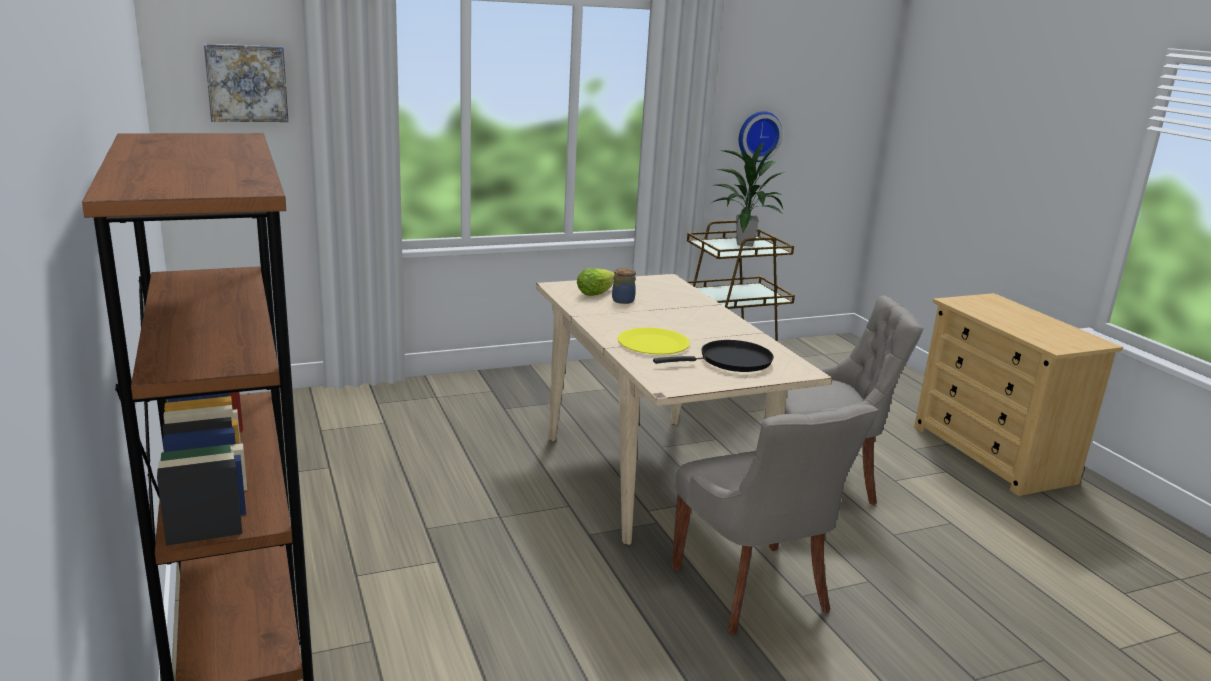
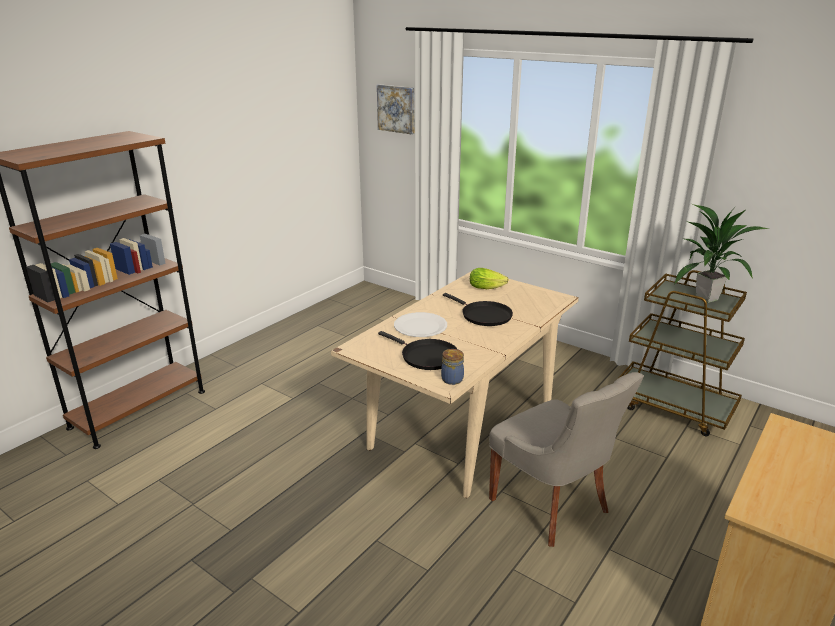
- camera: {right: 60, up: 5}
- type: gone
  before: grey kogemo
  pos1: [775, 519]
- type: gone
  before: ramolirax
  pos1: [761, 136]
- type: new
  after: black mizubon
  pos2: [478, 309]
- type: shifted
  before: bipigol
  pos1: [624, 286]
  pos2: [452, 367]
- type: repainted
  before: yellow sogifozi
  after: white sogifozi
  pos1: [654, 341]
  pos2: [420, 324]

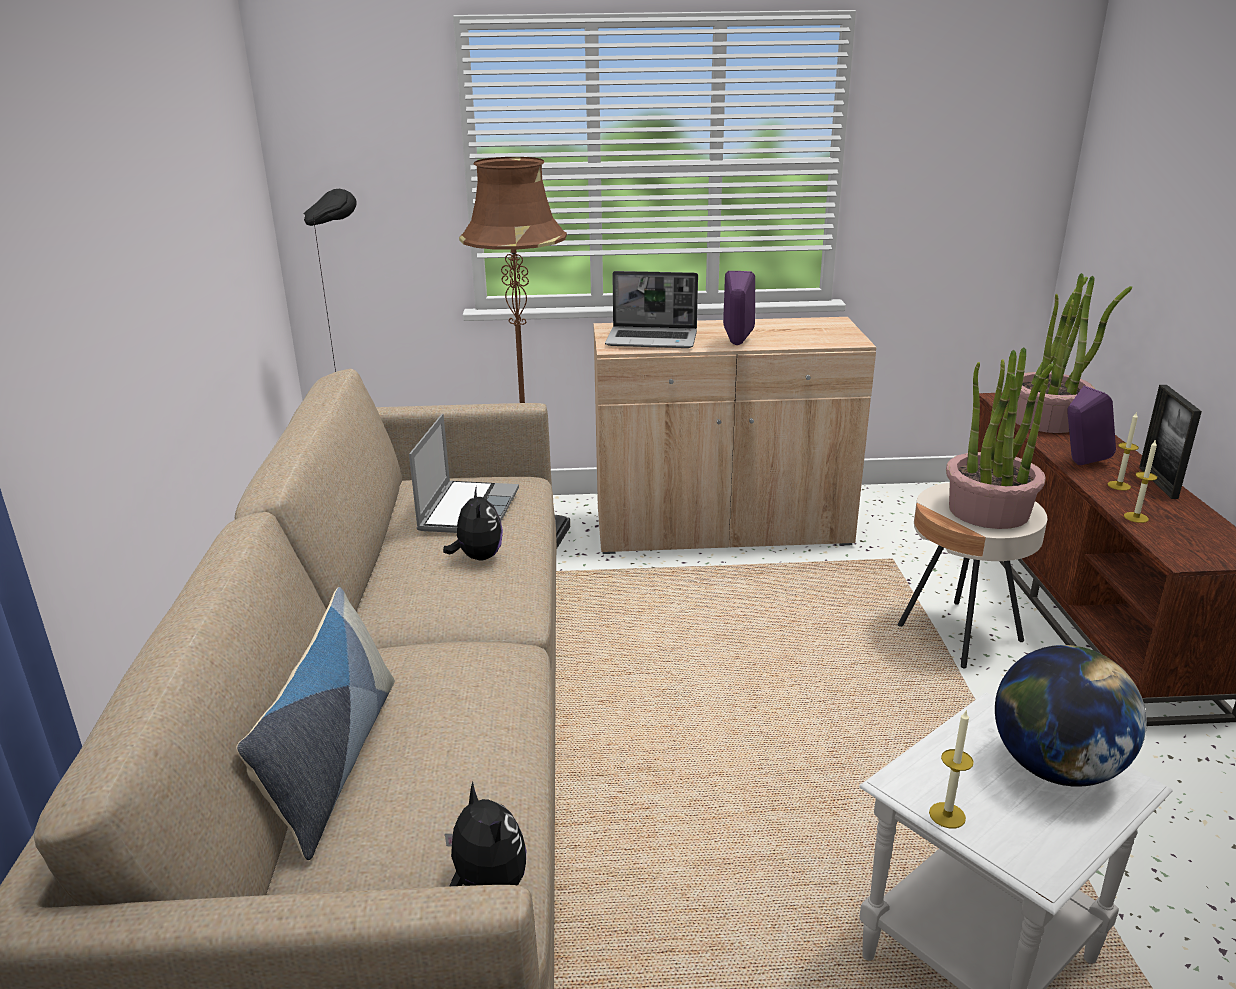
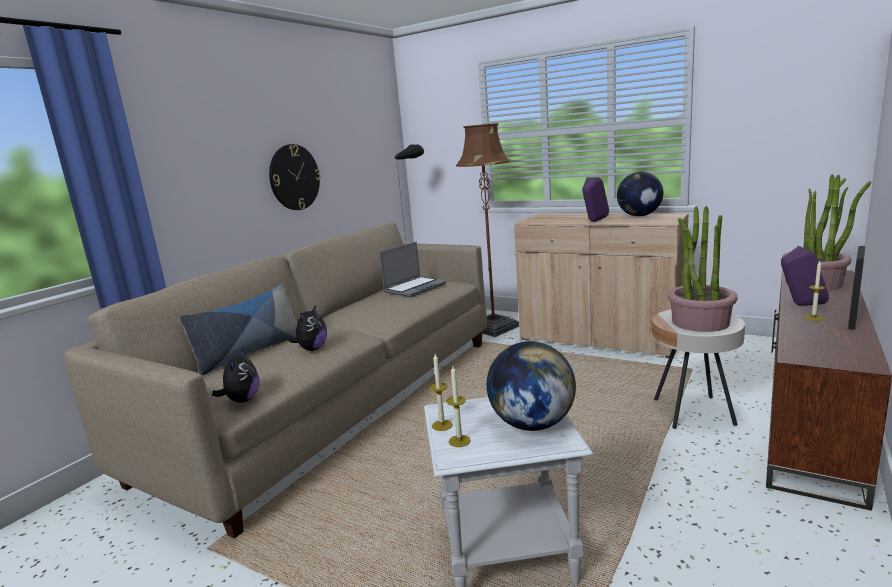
- camera: {right: 35, up: -10}
- type: gone
  before: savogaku
  pos1: [651, 309]
- type: new
  after: ramolirax
  pos2: [295, 177]
- type: new
  after: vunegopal
  pos2: [640, 194]
- type: shifted
  before: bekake
  pos1: [473, 523]
  pos2: [308, 328]
- type: shifted
  before: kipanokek
  pos1: [1140, 481]
  pos2: [458, 406]

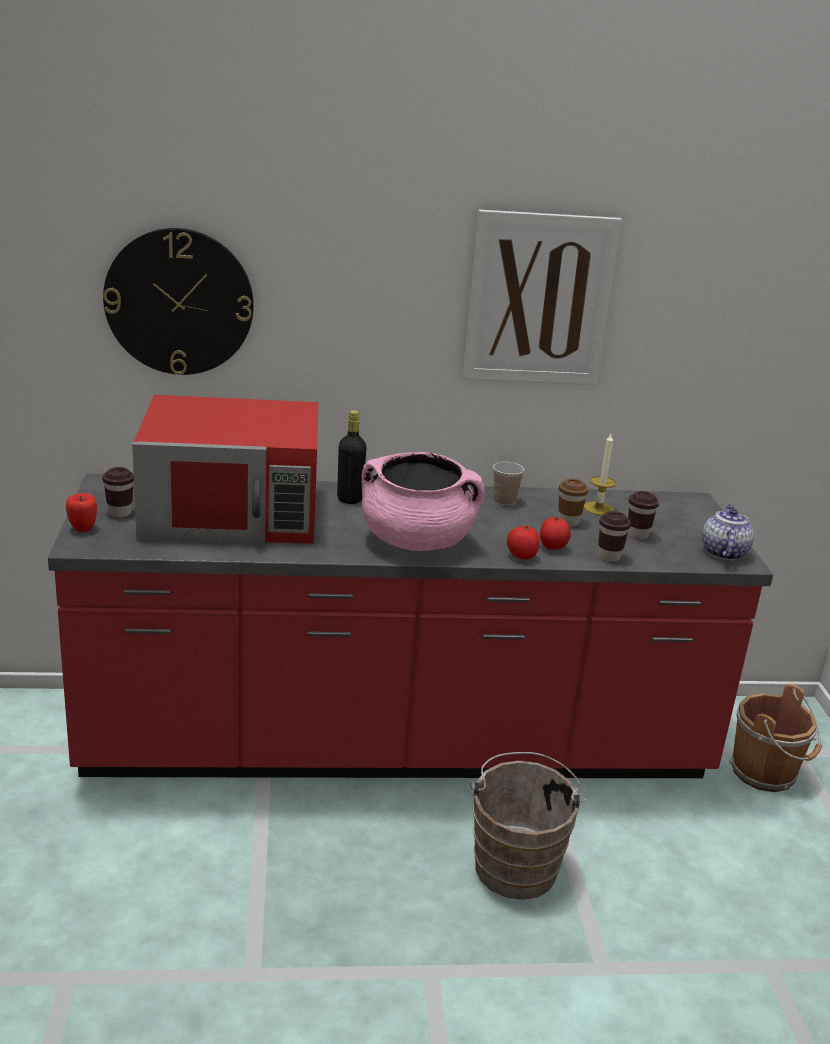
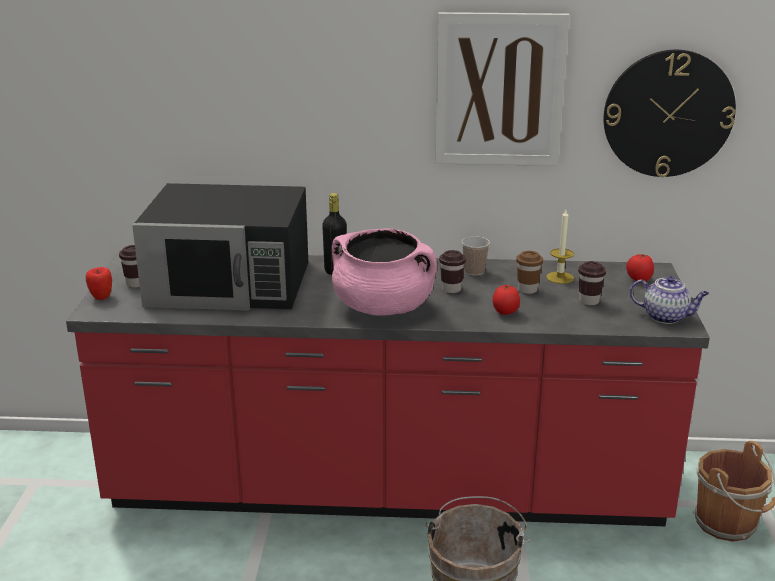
- camera: {right: 10, up: 0}
- type: shifted
  before: ramolirax
  pos1: [178, 301]
  pos2: [670, 113]
- type: shifted
  before: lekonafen
  pos1: [523, 542]
  pos2: [640, 268]
- type: shifted
  before: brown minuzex
  pos1: [614, 536]
  pos2: [452, 271]
- type: repainted
  before: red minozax
  after: black minozax
  pos1: [225, 470]
  pos2: [220, 247]
- type: rotated
  before: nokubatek
  pos1: [728, 532]
  pos2: [669, 300]
  turn: 90

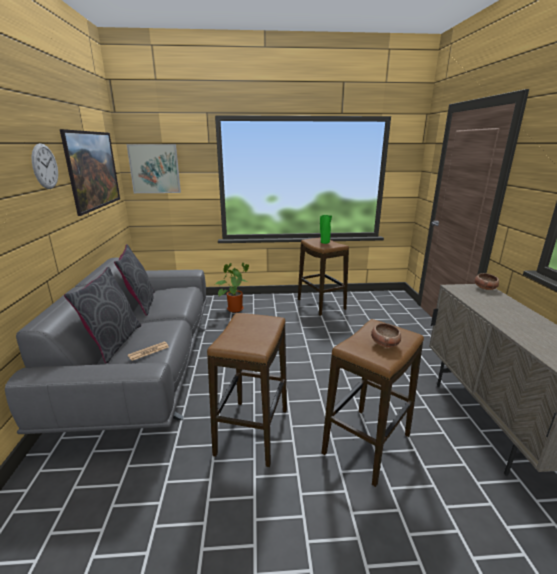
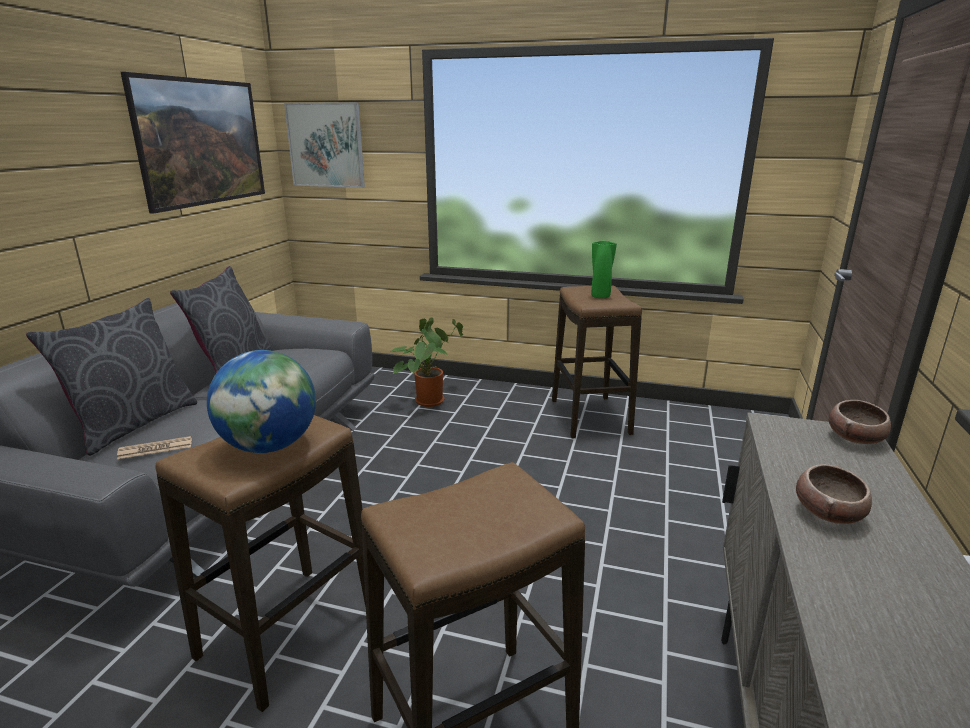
- camera: {right: 20, up: 0}
- type: gone
  before: ramolirax
  pos1: [45, 166]
- type: new
  after: vunegopal
  pos2: [261, 401]
- type: shifted
  before: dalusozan
  pos1: [386, 335]
  pos2: [834, 494]

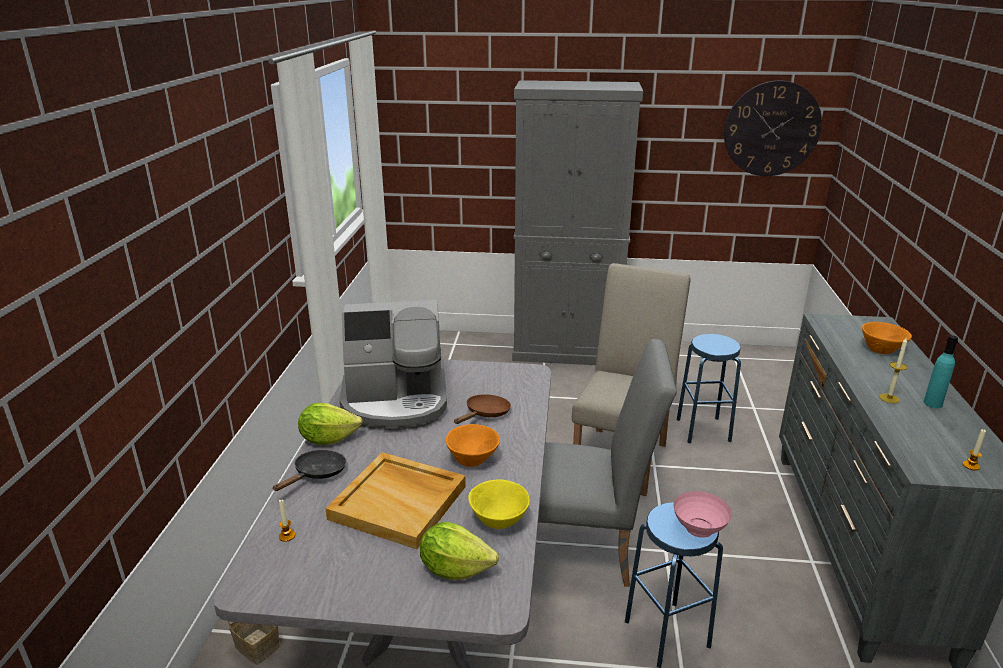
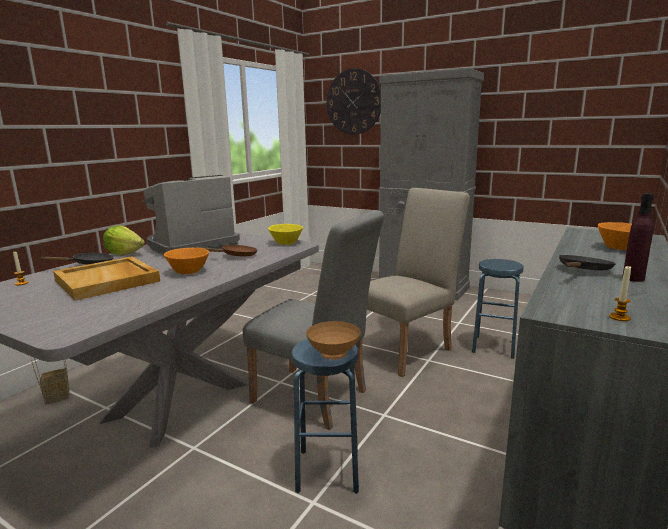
- camera: {right: 25, up: -10}
- type: gone
  before: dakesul
  pos1: [459, 551]
- type: shifted
  before: yellow dalusozan
  pos1: [499, 504]
  pos2: [285, 234]
- type: shifted
  before: ramolirax
  pos1: [773, 128]
  pos2: [354, 101]
- type: swapped
  before: kipanokek
  after: black mizubon
  pos1: [893, 370]
  pos2: [587, 262]
- type: repainted
  before: pink dalusozan
  after: brown dalusozan
  pos1: [702, 514]
  pos2: [333, 340]
- type: repainted
  before: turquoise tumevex
  after: purple tumevex
  pos1: [941, 371]
  pos2: [638, 237]
- type: rotated
  before: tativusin
  pos1: [393, 365]
  pos2: [191, 215]
  turn: 120

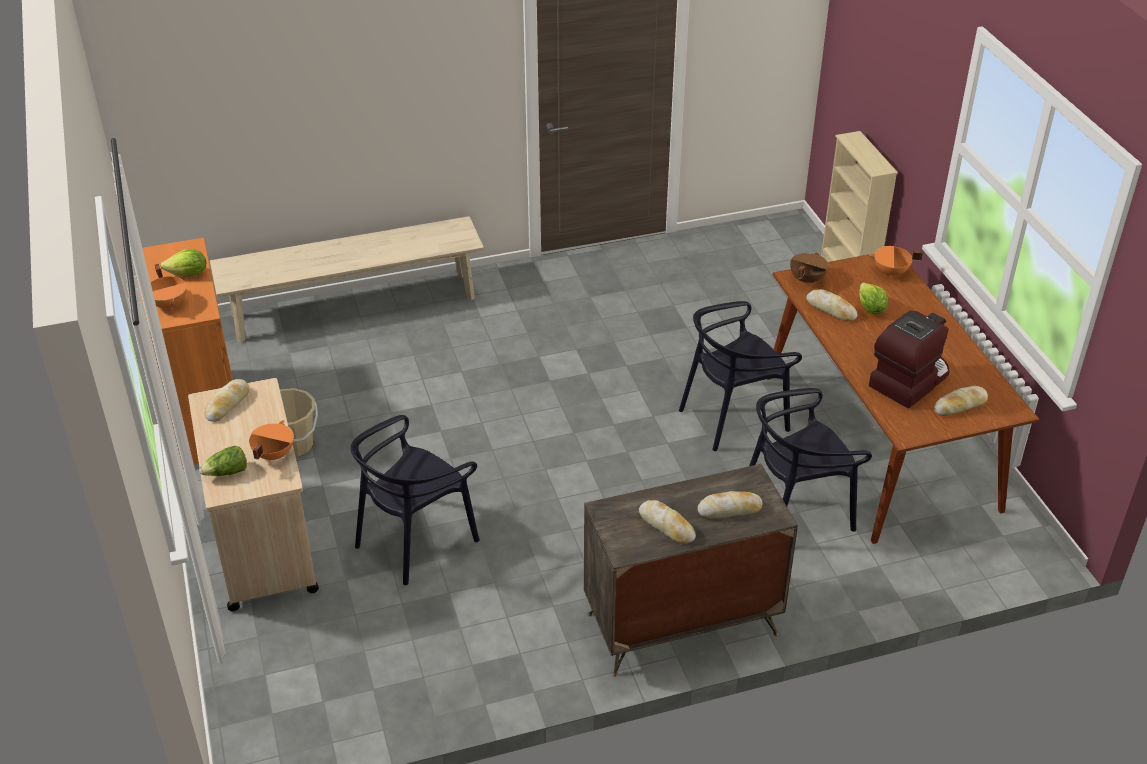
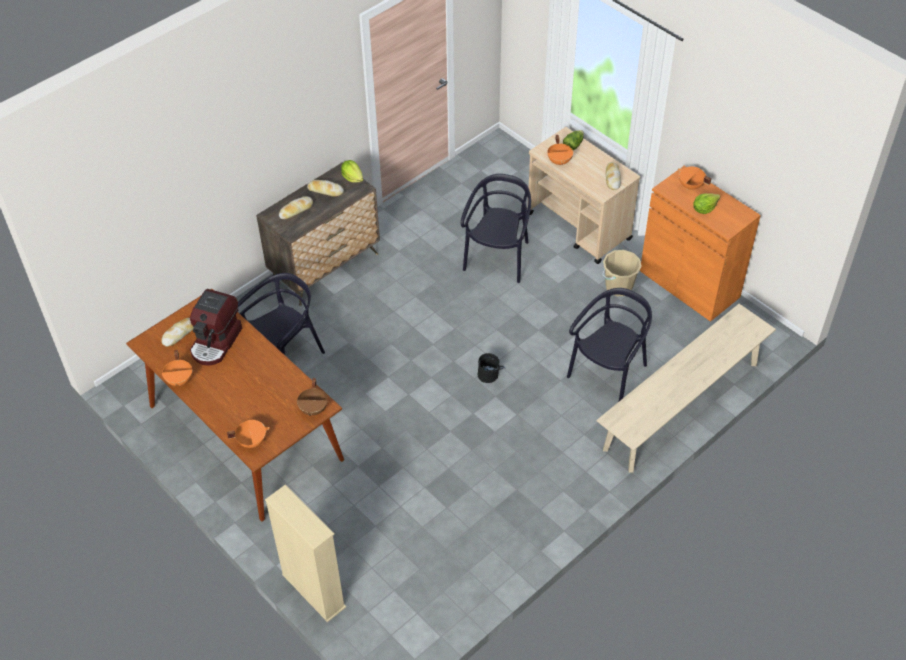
- camera: {right: 155, up: 10}
- type: gone
  before: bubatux
  pos1: [831, 305]
- type: new
  after: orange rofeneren
  pos2: [177, 368]
- type: new
  after: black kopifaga
  pos2: [492, 368]
- type: shifted
  before: black kogemo
  pos1: [740, 376]
  pos2: [609, 344]
- type: shifted
  before: dakesul
  pos1: [873, 298]
  pos2: [352, 171]

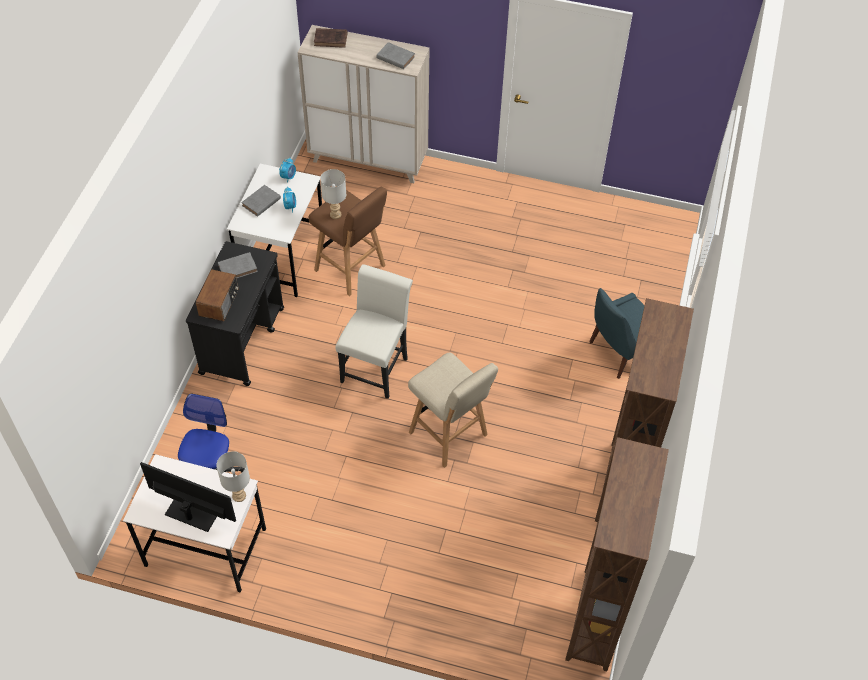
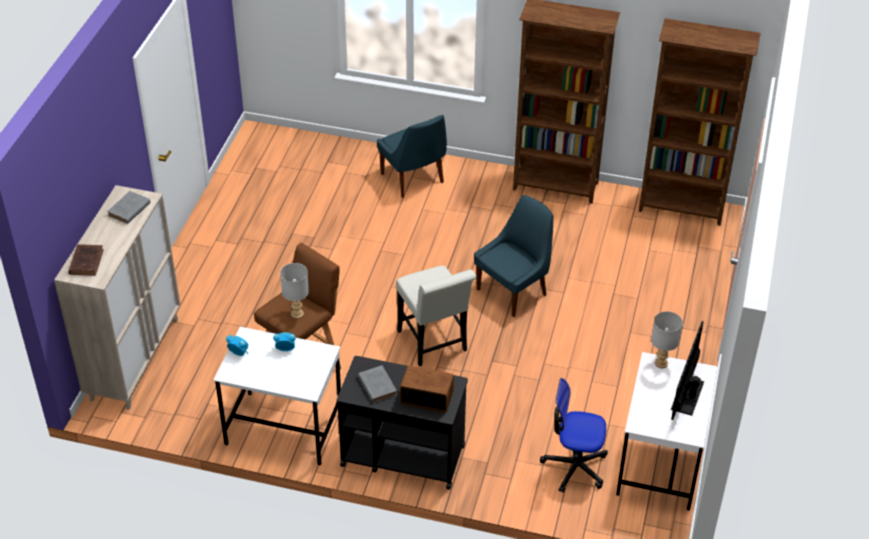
- camera: {right: -90, up: -10}
- type: gone
  before: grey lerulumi
  pos1: [261, 201]
- type: swapped
  before: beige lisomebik
  after: blue kogemo
  pos1: [453, 410]
  pos2: [513, 256]
- type: rotated
  before: white kogemo
  pos1: [374, 331]
  pos2: [436, 316]
  turn: -135

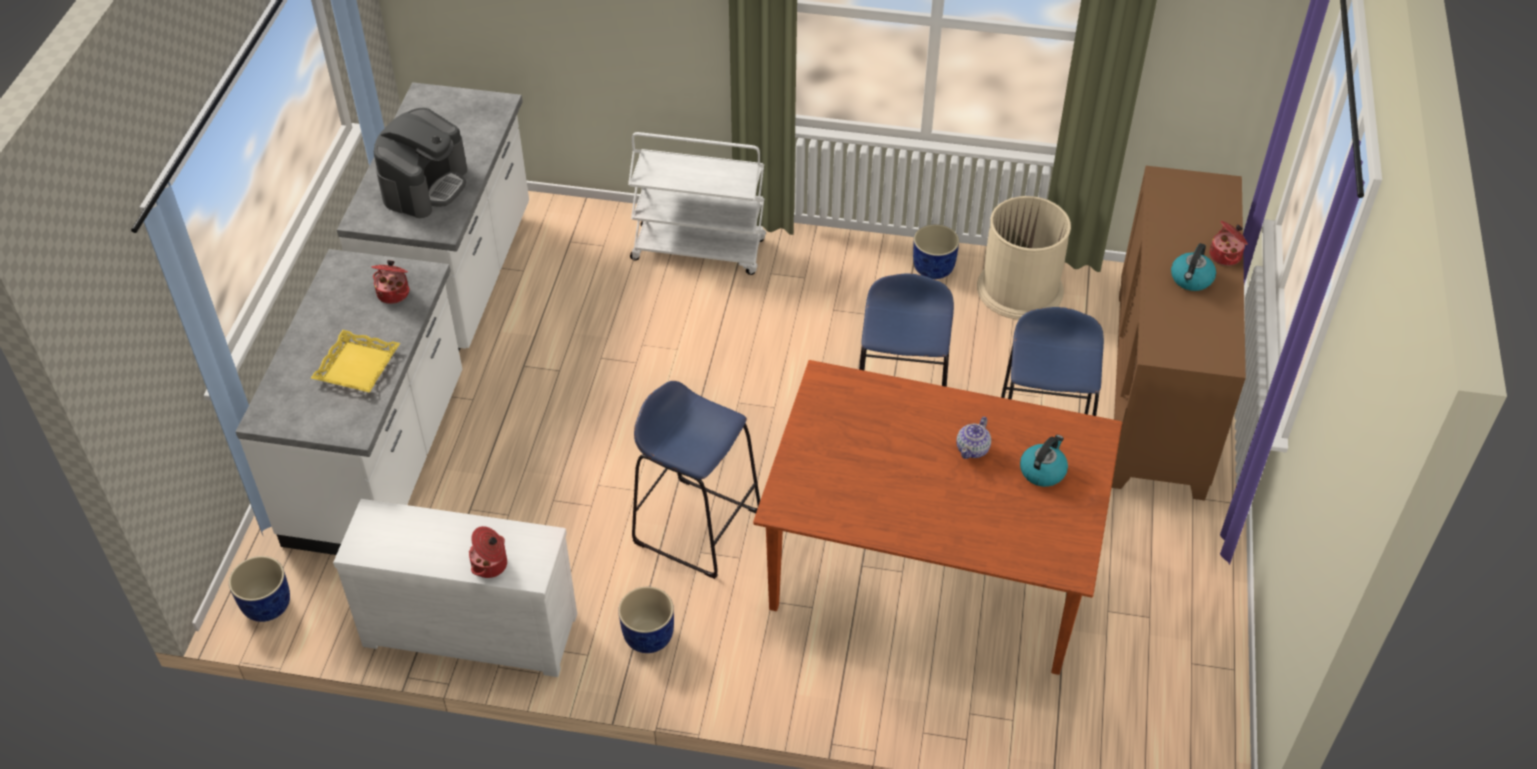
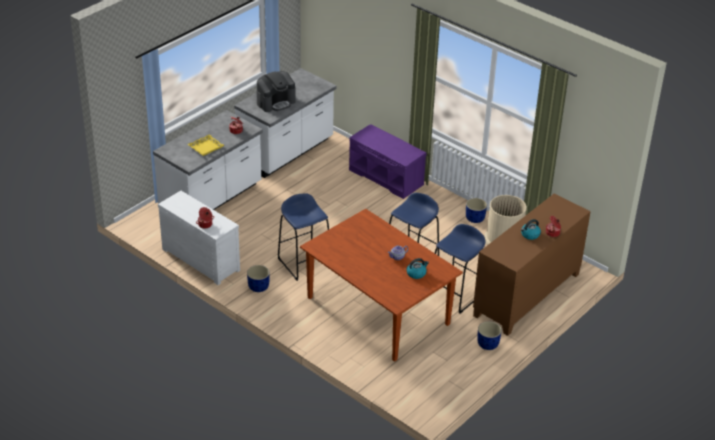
- camera: {right: 30, up: -10}
- type: shifted
  before: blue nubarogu
  pos1: [259, 589]
  pos2: [489, 335]
- type: swapped
  before: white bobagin
  after: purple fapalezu
  pos1: [697, 203]
  pos2: [387, 161]

